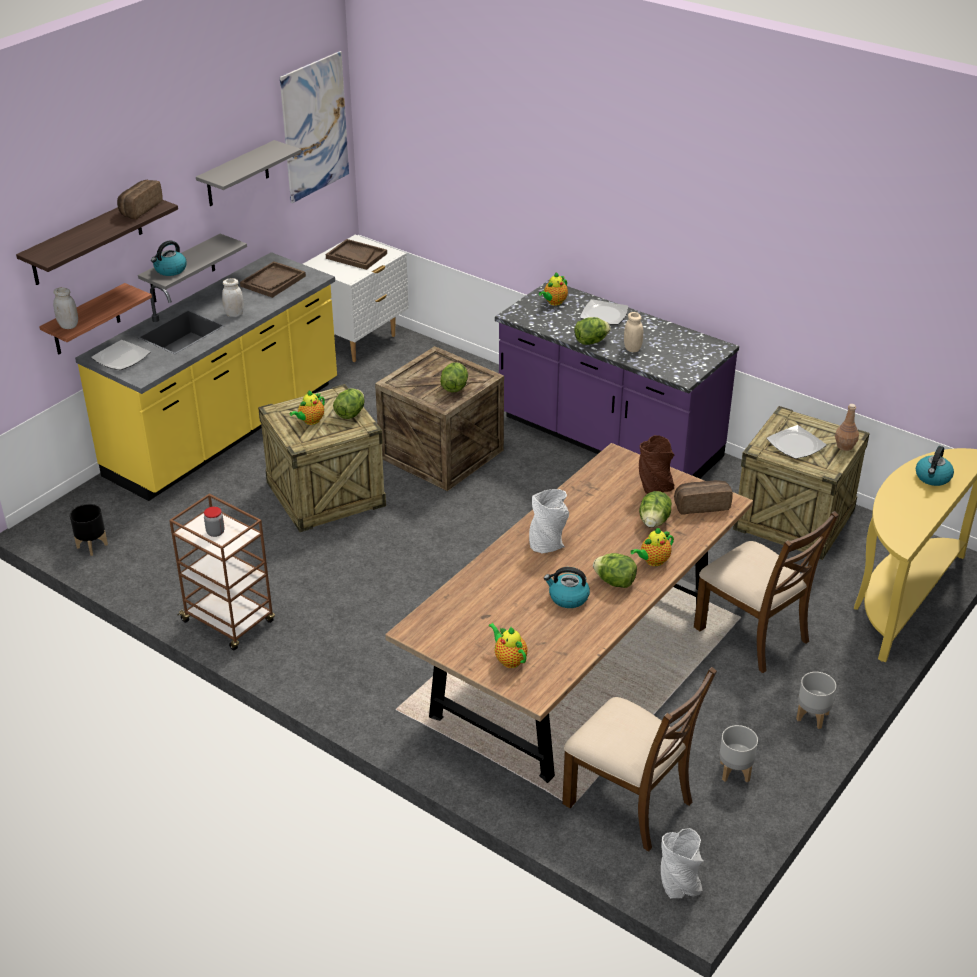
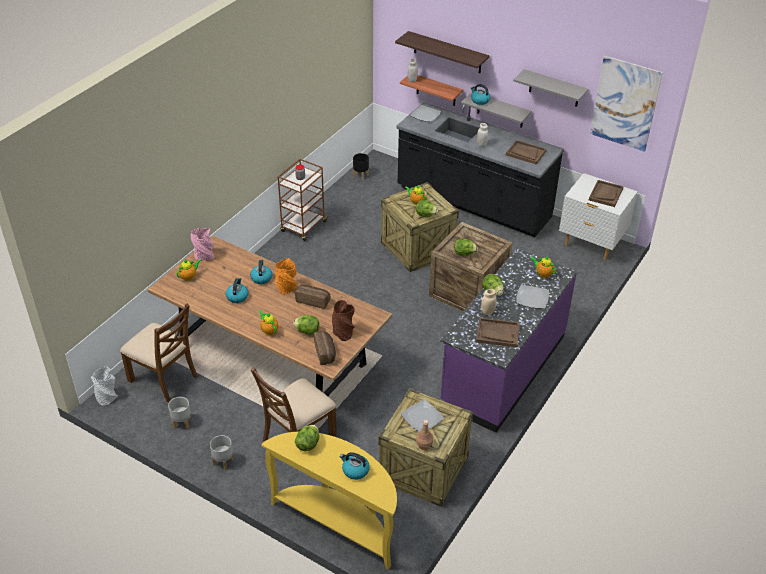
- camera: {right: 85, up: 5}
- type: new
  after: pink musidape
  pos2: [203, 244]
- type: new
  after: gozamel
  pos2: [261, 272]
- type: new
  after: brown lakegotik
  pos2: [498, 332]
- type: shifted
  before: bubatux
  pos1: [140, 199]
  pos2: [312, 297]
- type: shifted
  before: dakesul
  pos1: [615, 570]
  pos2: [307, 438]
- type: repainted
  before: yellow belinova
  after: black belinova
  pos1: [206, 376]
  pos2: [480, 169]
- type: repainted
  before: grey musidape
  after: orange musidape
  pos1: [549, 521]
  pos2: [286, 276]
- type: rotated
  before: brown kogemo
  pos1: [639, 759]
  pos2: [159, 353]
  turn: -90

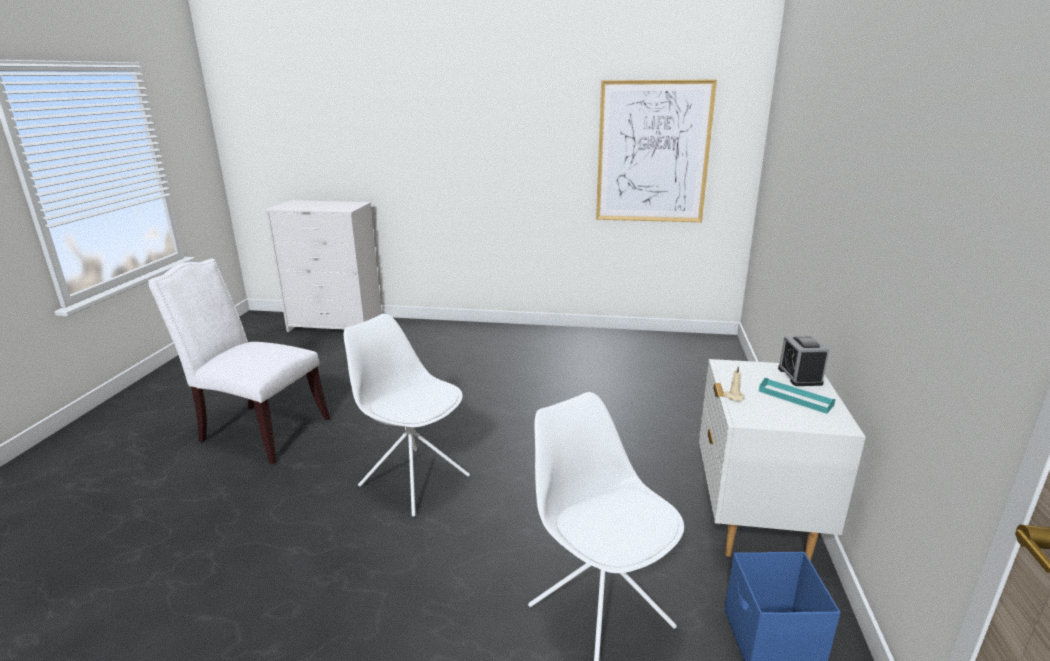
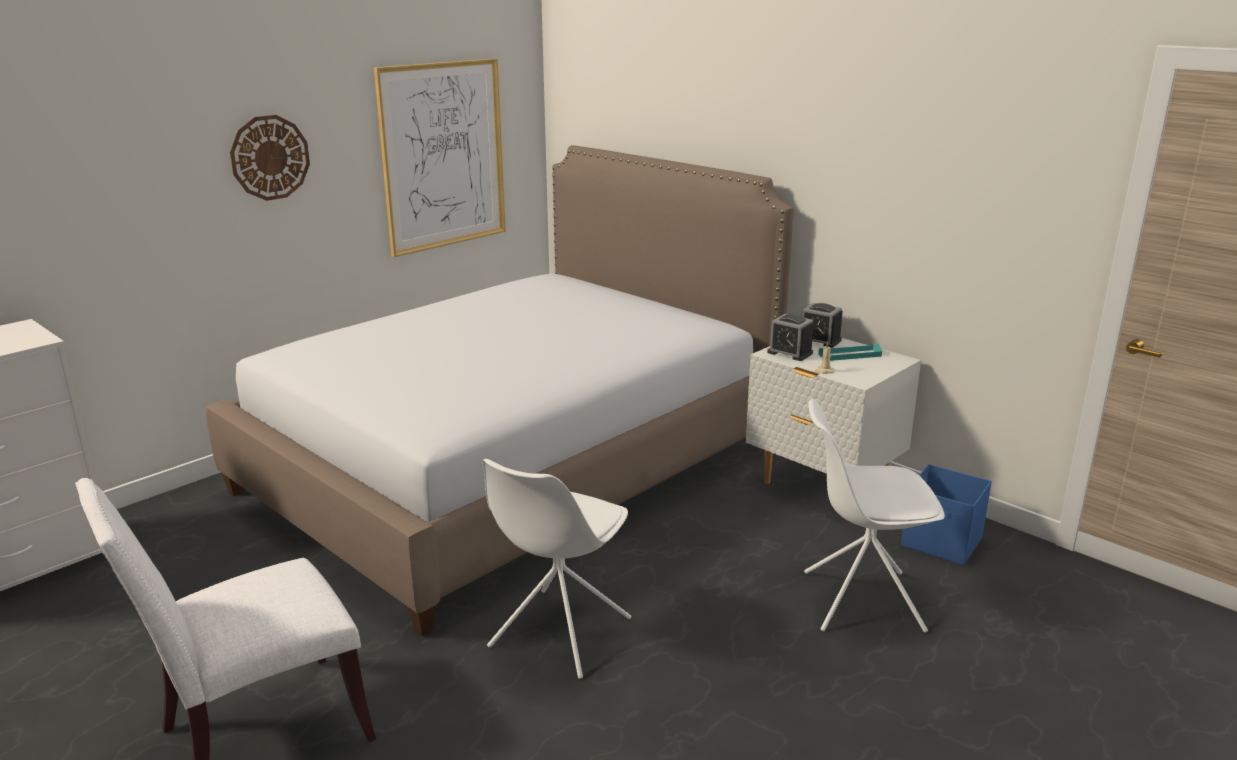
- camera: {right: -55, up: 0}
- type: new
  after: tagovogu
  pos2: [500, 390]
- type: new
  after: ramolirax
  pos2: [270, 158]
- type: new
  after: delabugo
  pos2: [790, 337]
- type: rotated
  before: white kogemo
  pos1: [407, 415]
  pos2: [557, 569]
  turn: -45

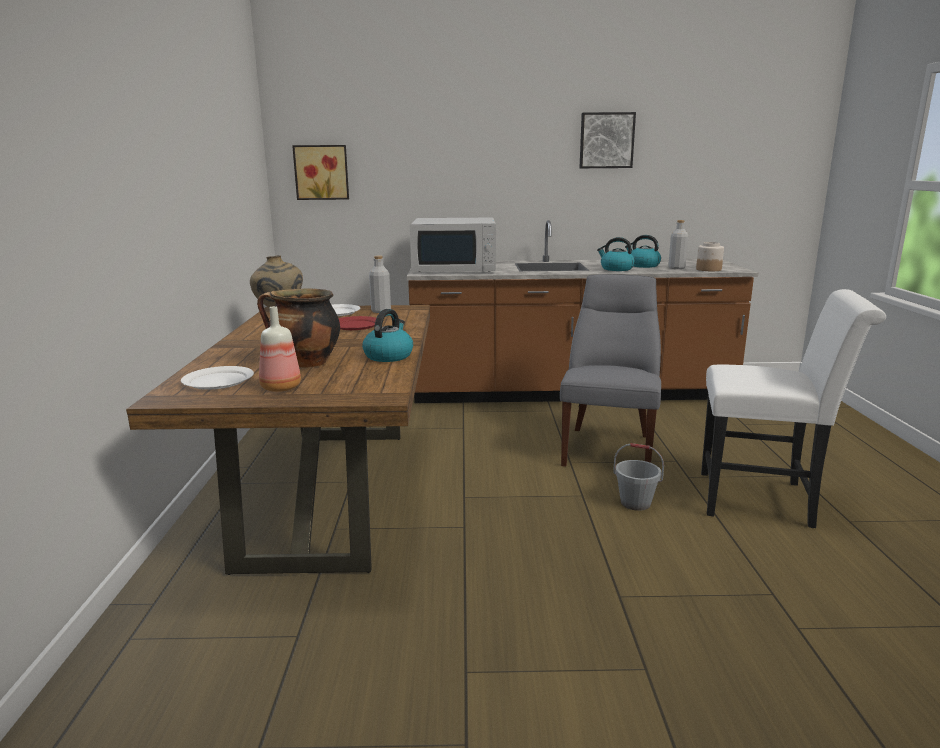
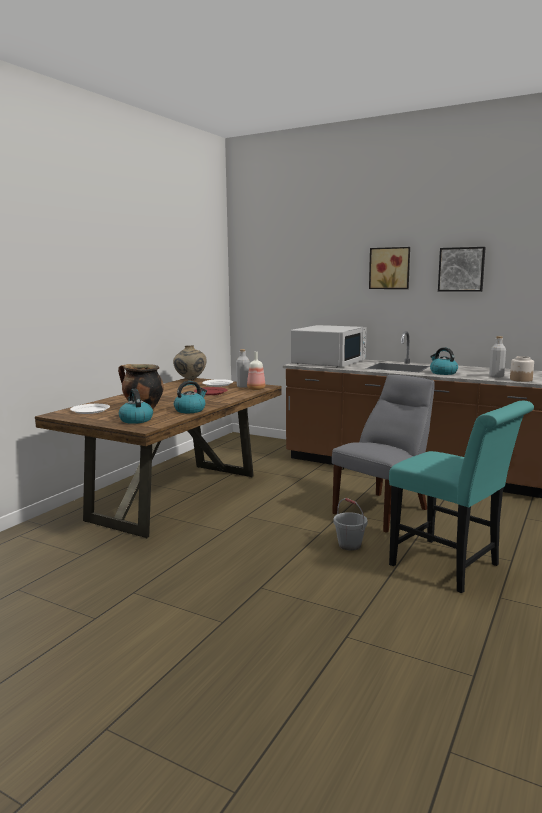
- camera: {right: 30, up: -5}
- type: shifted
  before: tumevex
  pos1: [280, 349]
  pos2: [256, 371]
- type: shifted
  before: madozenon
  pos1: [320, 172]
  pos2: [389, 268]
- type: shifted
  before: gozamel
  pos1: [643, 251]
  pos2: [136, 406]
- type: repainted
  before: white kogemo
  after: turquoise kogemo
  pos1: [793, 408]
  pos2: [461, 497]
- type: rotated
  before: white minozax
  pos1: [453, 245]
  pos2: [328, 346]
  turn: -90

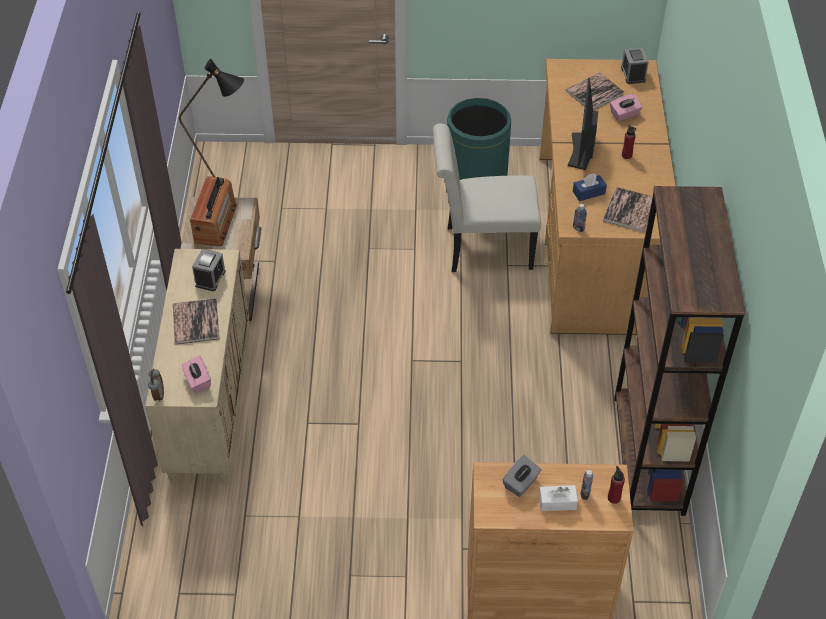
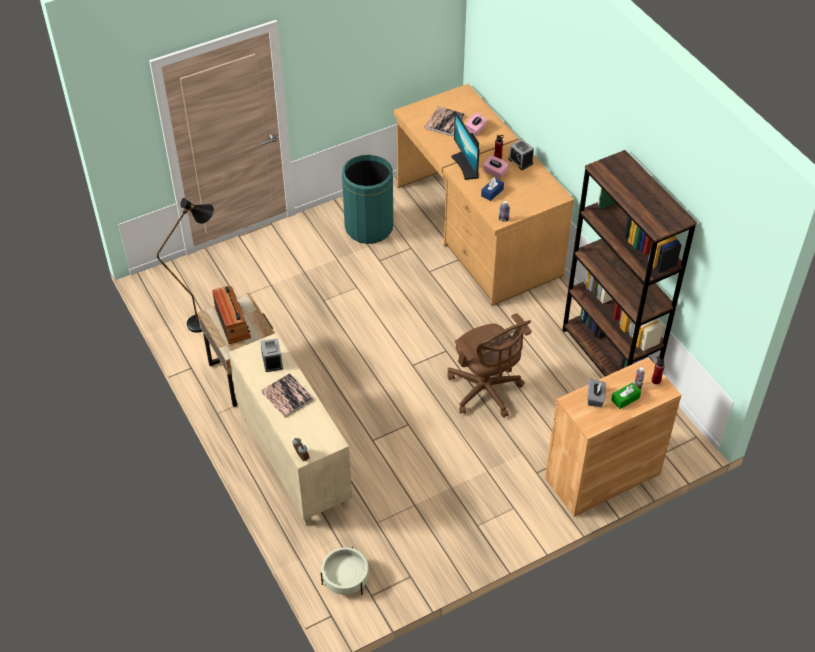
- camera: {right: -30, up: 0}
- type: gone
  before: white kogemo
  pos1: [487, 198]
- type: gone
  before: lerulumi
  pos1: [628, 209]
- type: new
  after: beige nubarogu
  pos2: [345, 571]
- type: new
  after: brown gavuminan
  pos2: [489, 365]
- type: shifted
  before: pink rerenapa
  pos1: [196, 374]
  pos2: [496, 167]
- type: shifted
  before: delabugo
  pos1: [635, 66]
  pos2: [521, 154]
- type: repainted
  before: white rerenapa
  after: green rerenapa
  pos1: [558, 498]
  pos2: [626, 396]

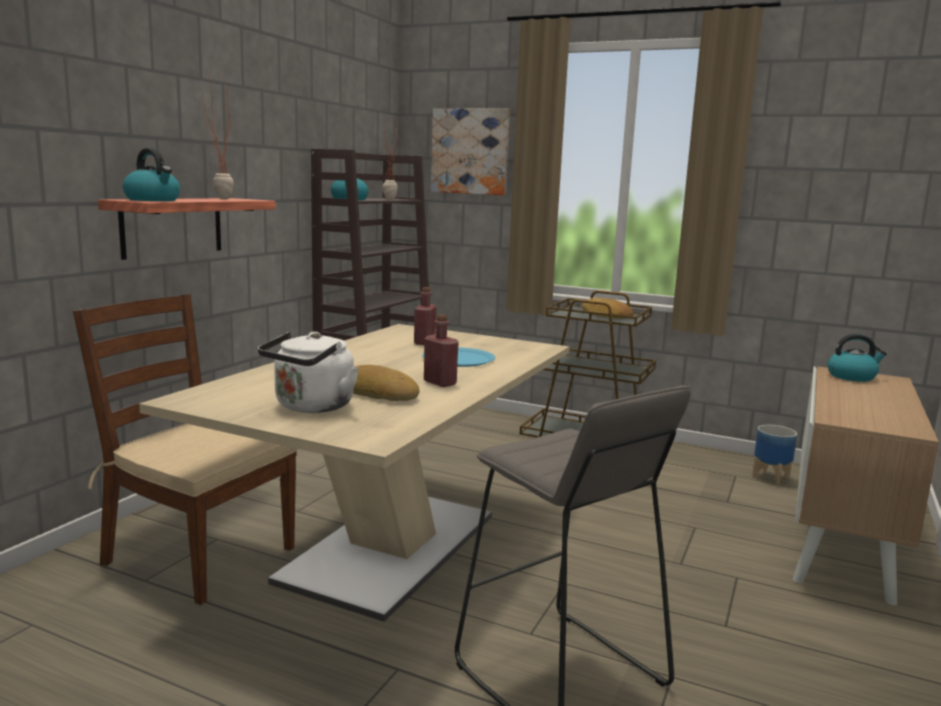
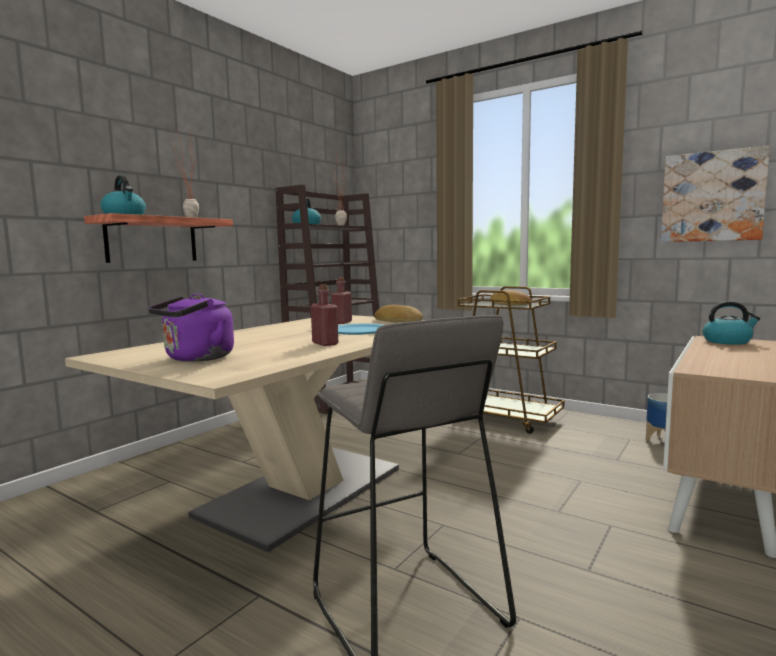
- camera: {right: 10, up: -5}
- type: gone
  before: brown kogemo
  pos1: [185, 449]
- type: shifted
  before: bubatux
  pos1: [386, 383]
  pos2: [398, 313]
- type: shifted
  before: madozenon
  pos1: [470, 151]
  pos2: [715, 193]
- type: repainted
  before: white gozamel
  after: purple gozamel
  pos1: [308, 372]
  pos2: [191, 328]

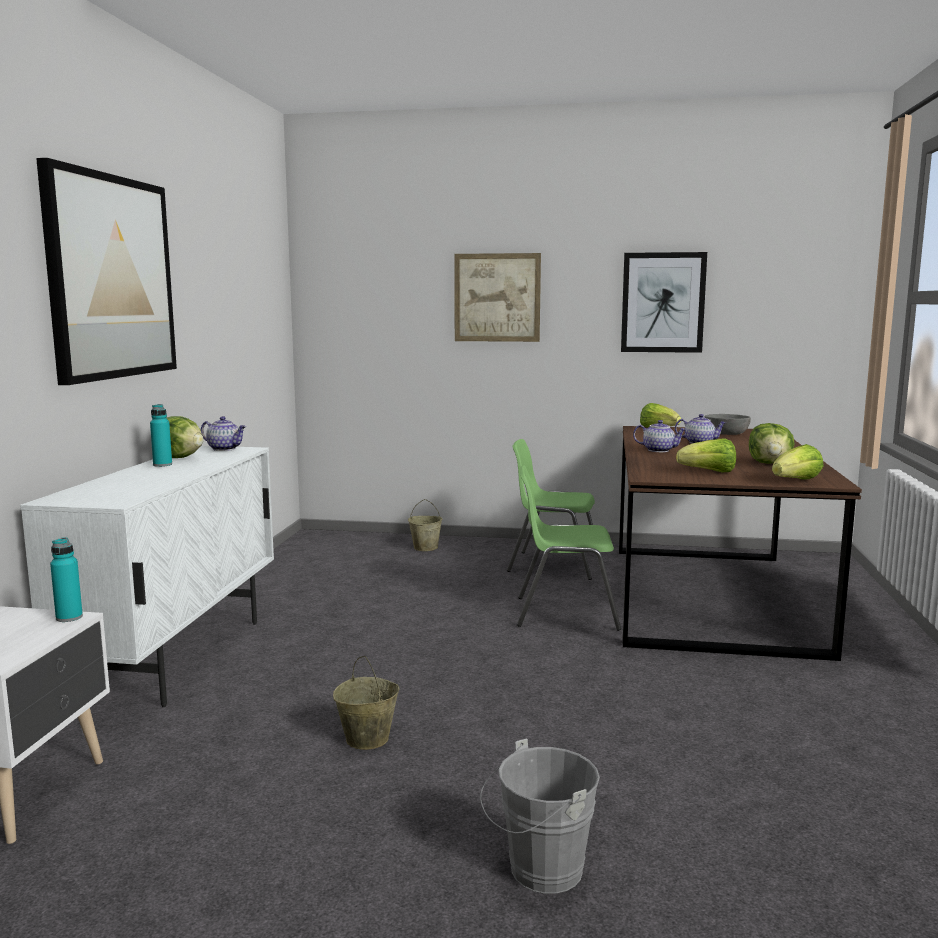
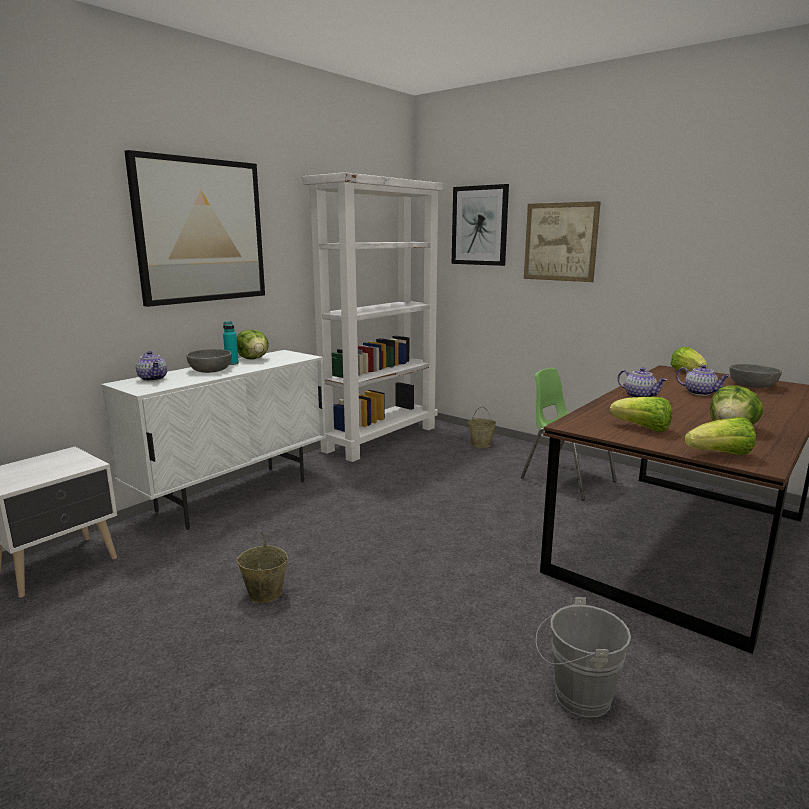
- camera: {right: 30, up: 5}
- type: gone
  before: turquoise tumevex
  pos1: [66, 580]
- type: gone
  before: green kogemo
  pos1: [569, 548]
- type: new
  after: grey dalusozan
  pos2: [209, 361]
- type: new
  after: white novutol
  pos2: [373, 317]
- type: shifted
  before: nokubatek
  pos1: [223, 433]
  pos2: [151, 366]
- type: shifted
  before: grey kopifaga
  pos1: [540, 816]
  pos2: [583, 657]
- type: shifted
  before: madozenon
  pos1: [664, 302]
  pos2: [480, 225]

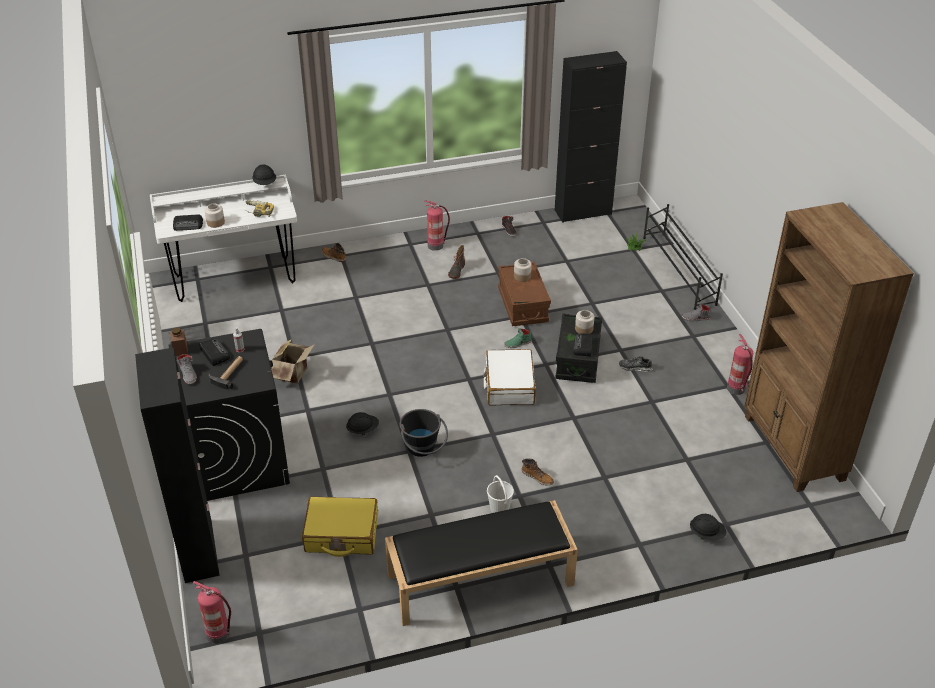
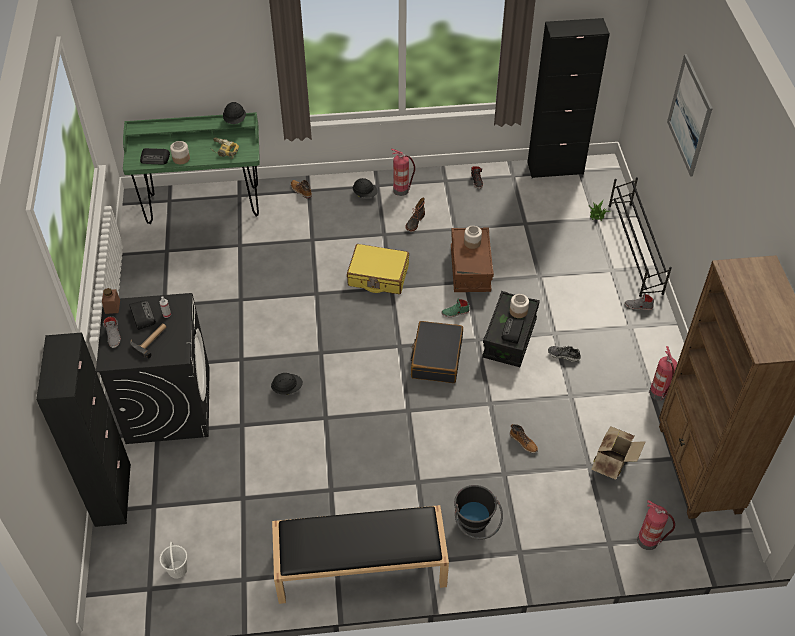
- camera: {right: 10, up: 10}
- type: new
  after: madozenon
  pos2: [690, 115]
- type: shifted
  before: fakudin
  pos1: [212, 612]
  pos2: [656, 525]
- type: shifted
  before: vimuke
  pos1: [293, 361]
  pos2: [618, 453]
- type: shifted
  before: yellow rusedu
  pos1: [340, 526]
  pos2: [378, 269]
- type: shifted
  before: black kopifaga
  pos1: [424, 433]
  pos2: [478, 512]
- type: shifted
  before: white kopifaga
  pos1: [500, 494]
  pos2: [173, 560]
- type: shifted
  before: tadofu
  pos1: [538, 472]
  pos2: [524, 438]
- type: shifted
  before: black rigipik
  pos1: [708, 527]
  pos2: [365, 188]
- type: repainted
  before: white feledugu
  after: green feledugu
  pos1: [223, 238]
  pos2: [191, 168]
- type: repainted
  before: white rusedu
  after: black rusedu
  pos1: [509, 377]
  pos2: [437, 352]

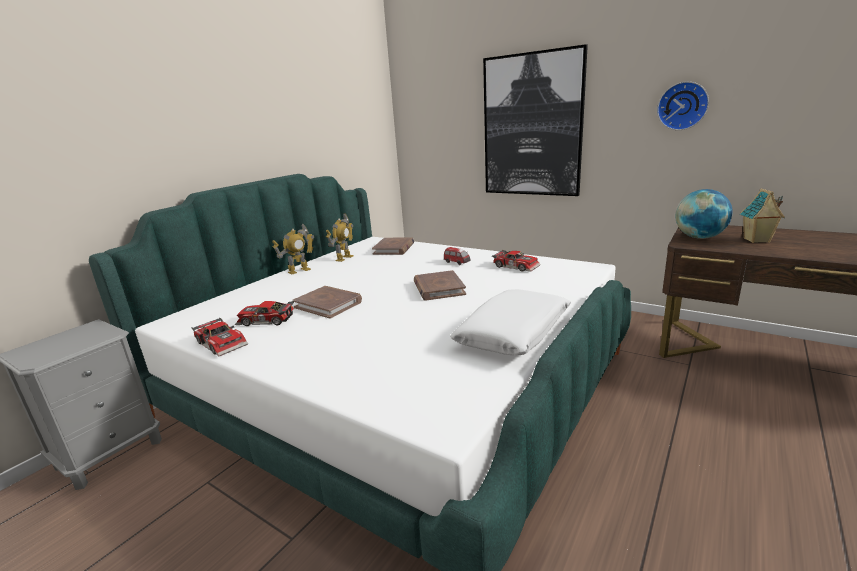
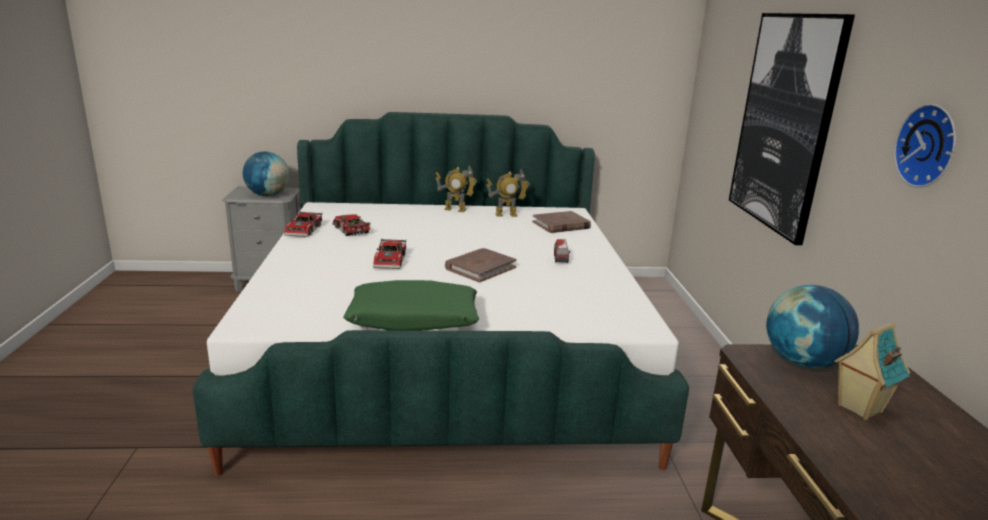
- camera: {right: 50, up: 0}
- type: gone
  before: brown lerulumi
  pos1: [327, 302]
- type: new
  after: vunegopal
  pos2: [266, 174]
- type: shifted
  before: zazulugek
  pos1: [516, 261]
  pos2: [389, 253]
- type: repainted
  before: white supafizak
  after: green supafizak
  pos1: [510, 322]
  pos2: [411, 305]

